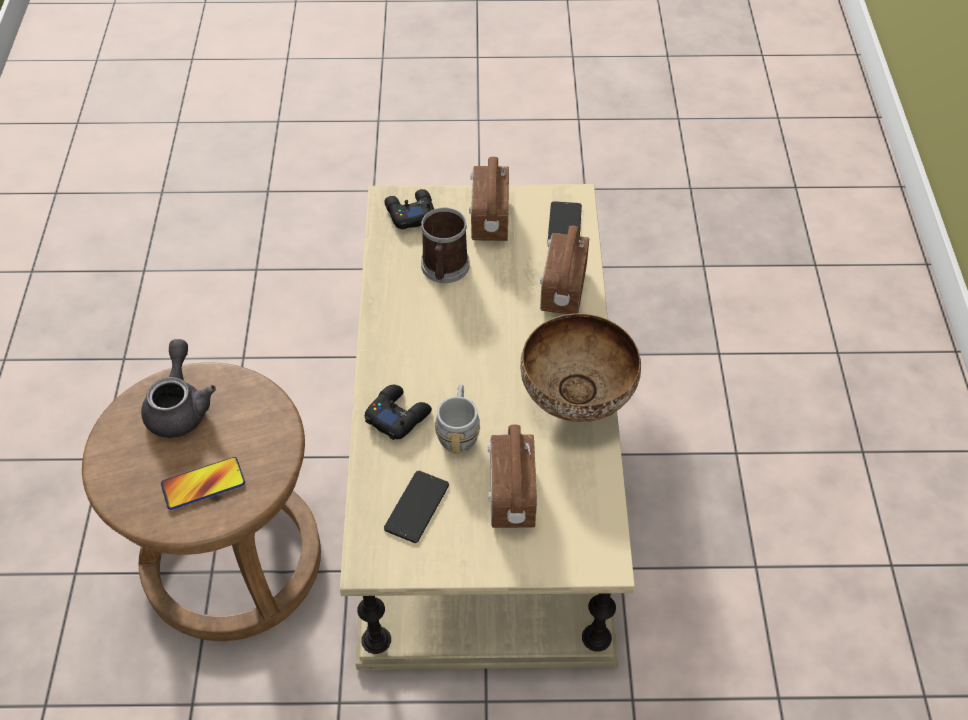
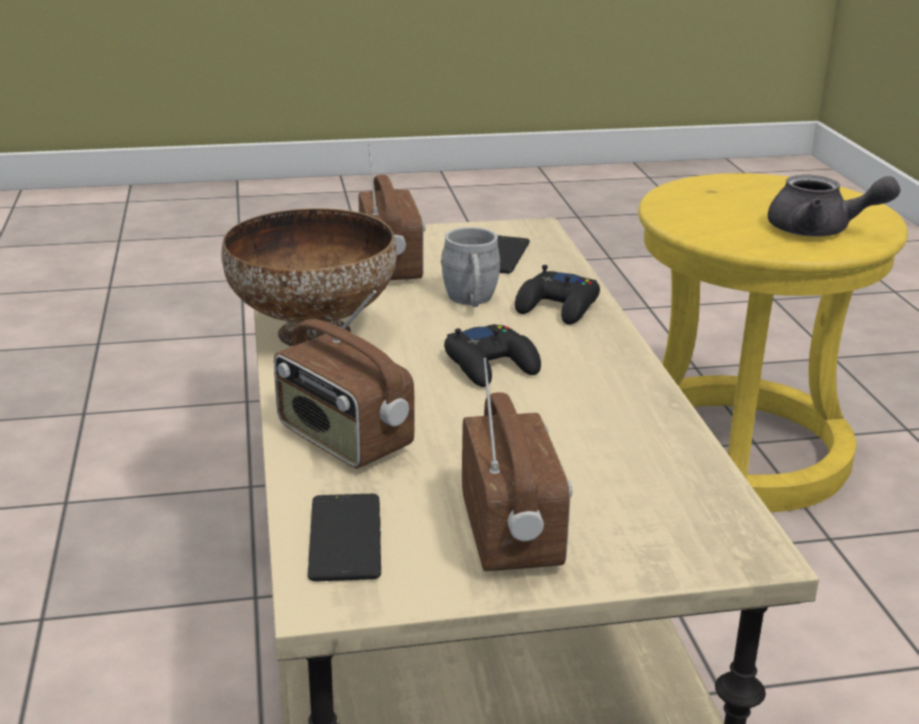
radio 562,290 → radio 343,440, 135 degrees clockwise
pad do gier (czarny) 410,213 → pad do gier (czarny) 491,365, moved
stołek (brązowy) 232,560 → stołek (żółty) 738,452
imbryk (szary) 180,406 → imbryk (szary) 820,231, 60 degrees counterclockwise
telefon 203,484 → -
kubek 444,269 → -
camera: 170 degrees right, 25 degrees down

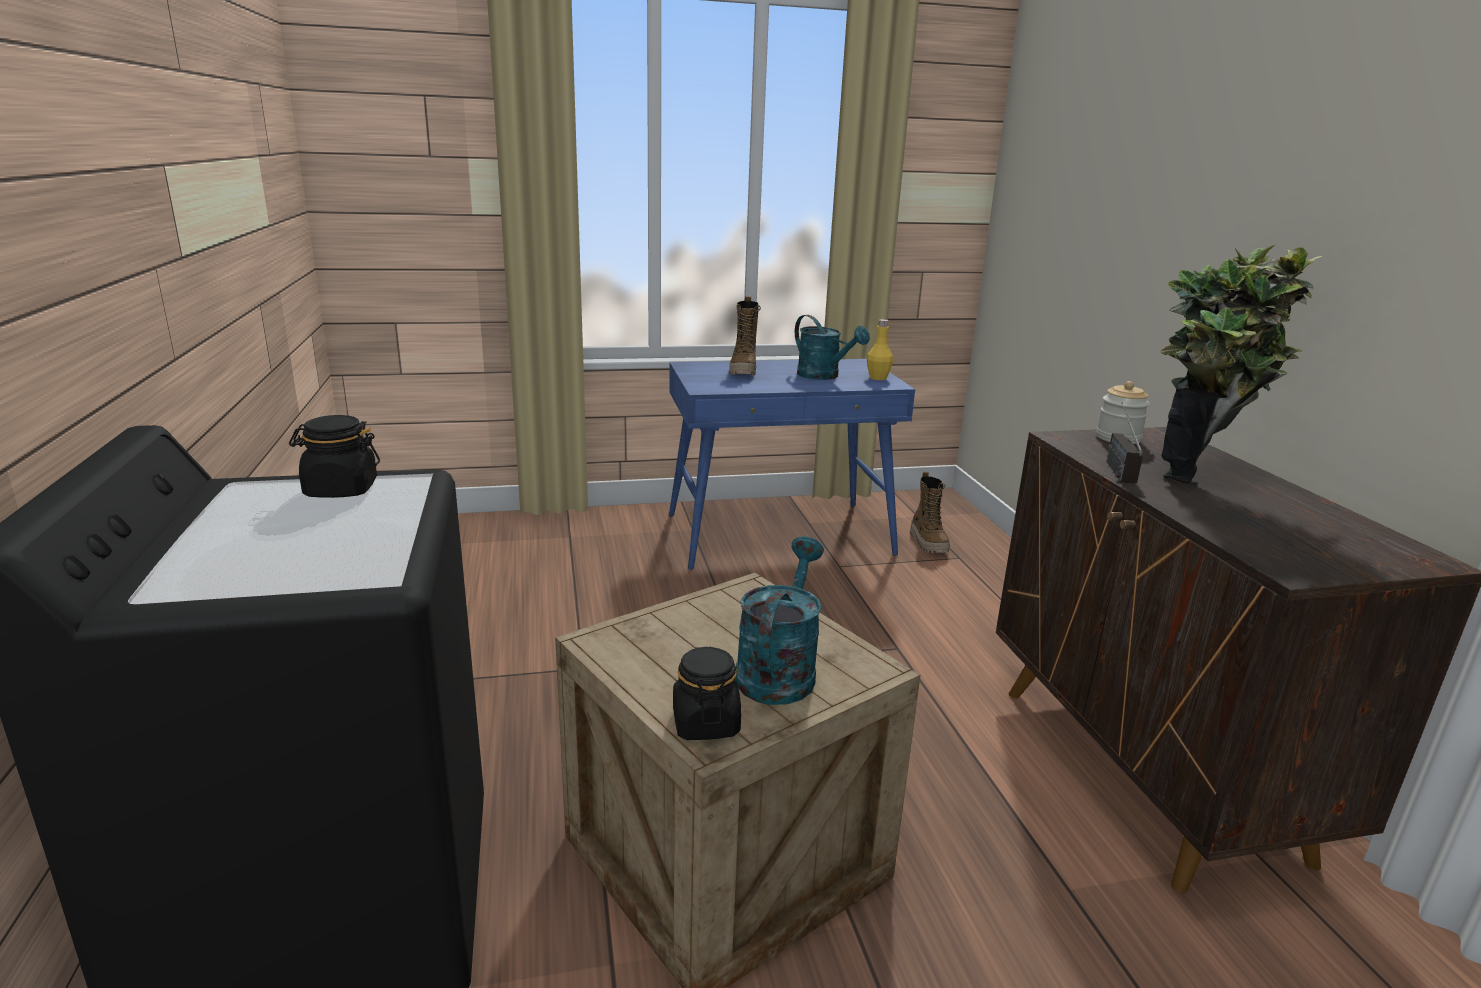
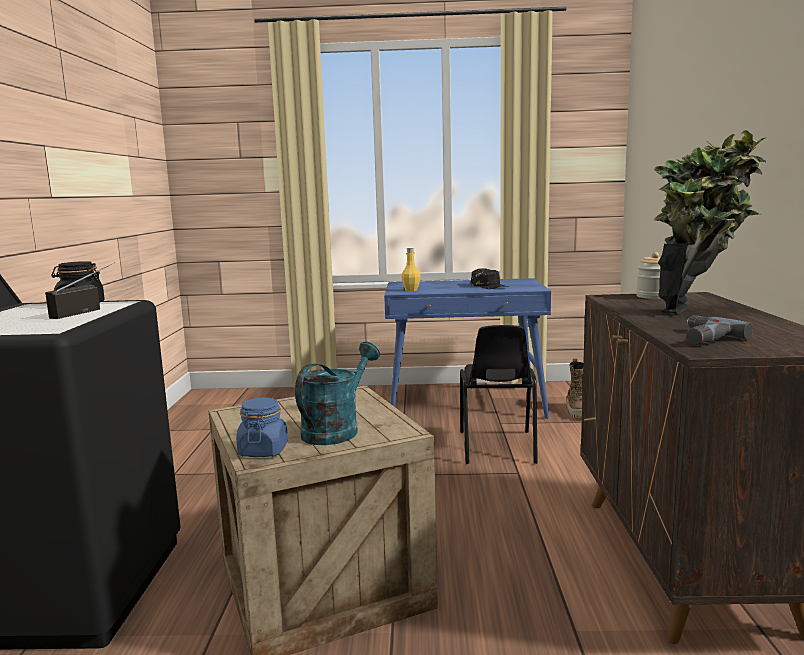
radio 1114,466 → radio 85,311, moved
słoik (czarny) 705,723 → słoik (niebieski) 263,450
butelka (żółty) 878,378 → butelka (żółty) 411,290, moved
- → krzesło (czarny) 496,447
konewka (turkusowy) 824,376 → czapka z daszkiem (czarny) 489,286
- → wiertarka 701,338
but z cholewką 743,371 → -
camera: 15 degrees right, 10 degrees down

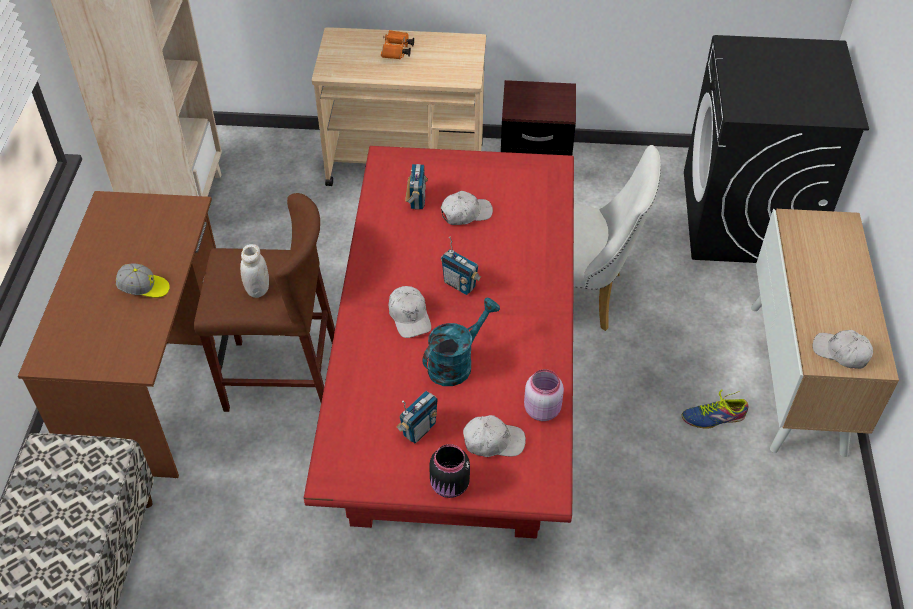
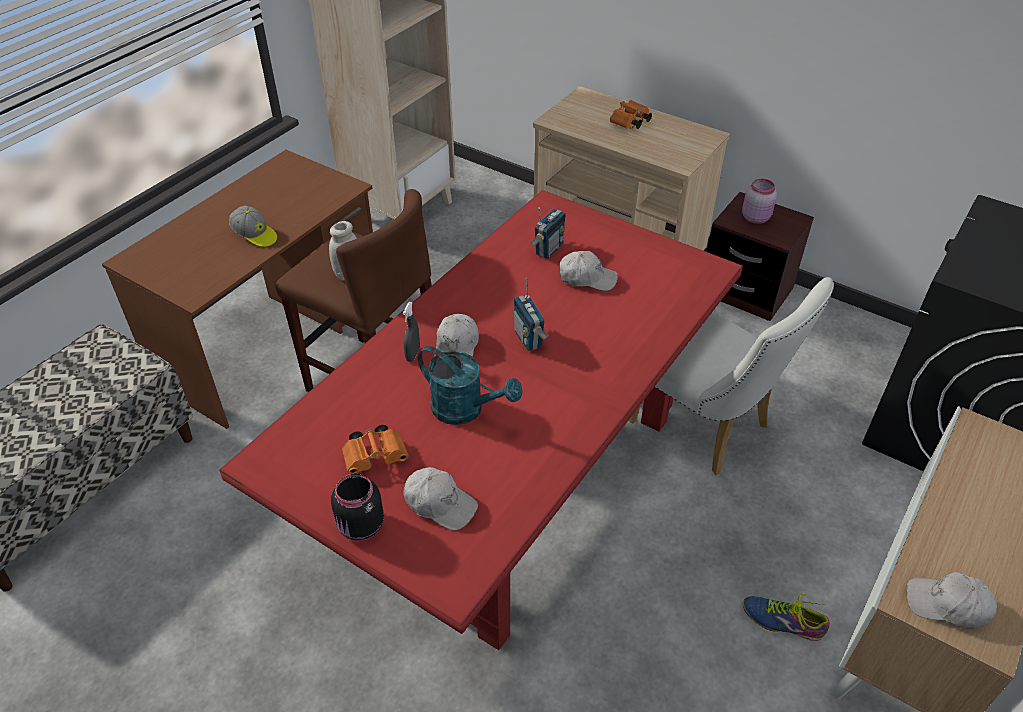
radio 419,429 → lornetka (pomarańczowy) 377,457
- → spryskiwacz (szary) 413,354
konewka (turkusowy) 456,363 → konewka (turkusowy) 466,410, 45 degrees clockwise
słoik (różowy) 542,409 → słoik (różowy) 756,217, moved
czapka z daszkiem (biały) 841,353 → czapka z daszkiem (biały) 947,605, 45 degrees counterclockwise
camera: 30 degrees right, 5 degrees down

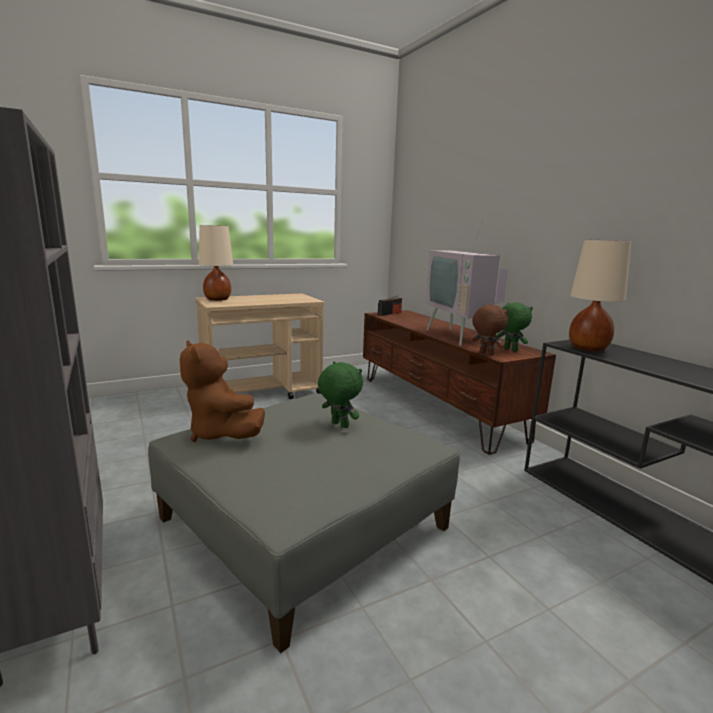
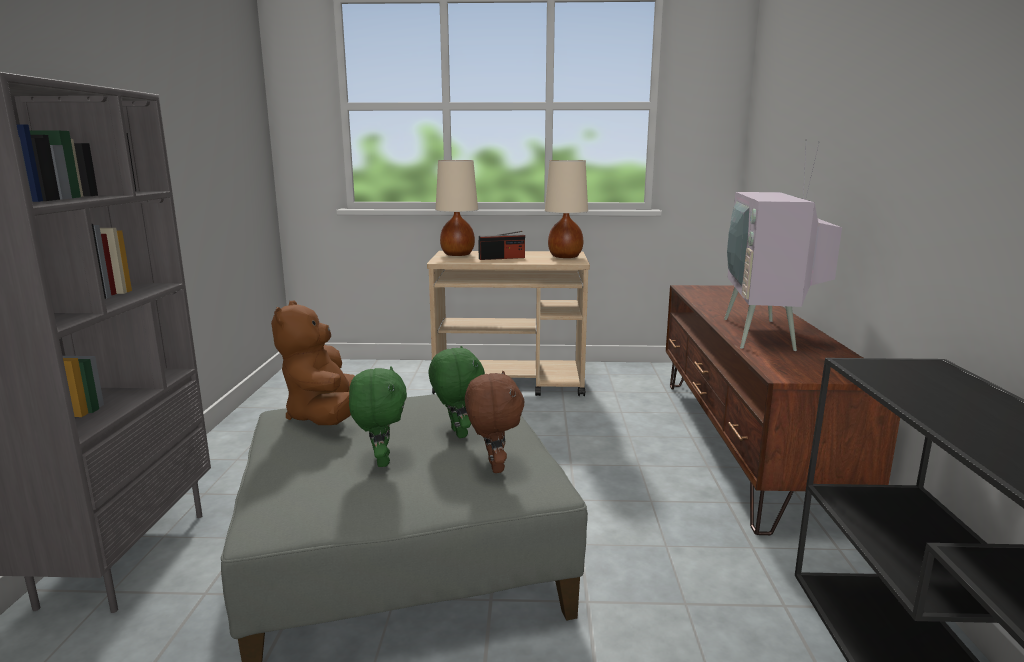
pluszak (zielony) 510,350 → pluszak (zielony) 380,461, moved
pluszak (brązowy) 485,354 → pluszak (brązowy) 493,466, moved
radio 389,313 → radio 502,258, moved
lampa stołowa (beżowy) 587,348 → lampa stołowa (beżowy) 564,257, moved
camera: 30 degrees right, 0 degrees up

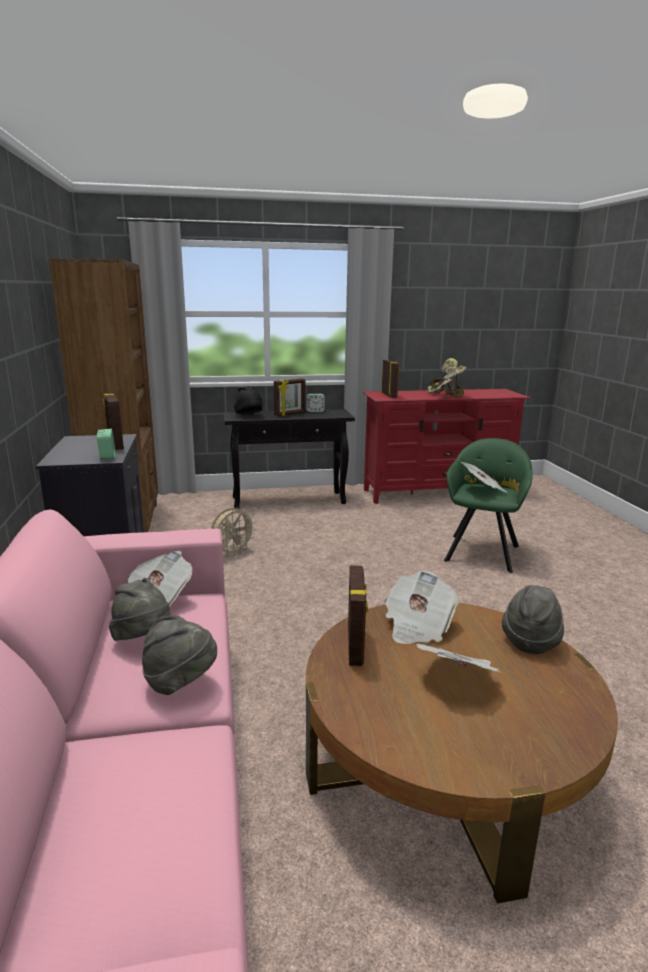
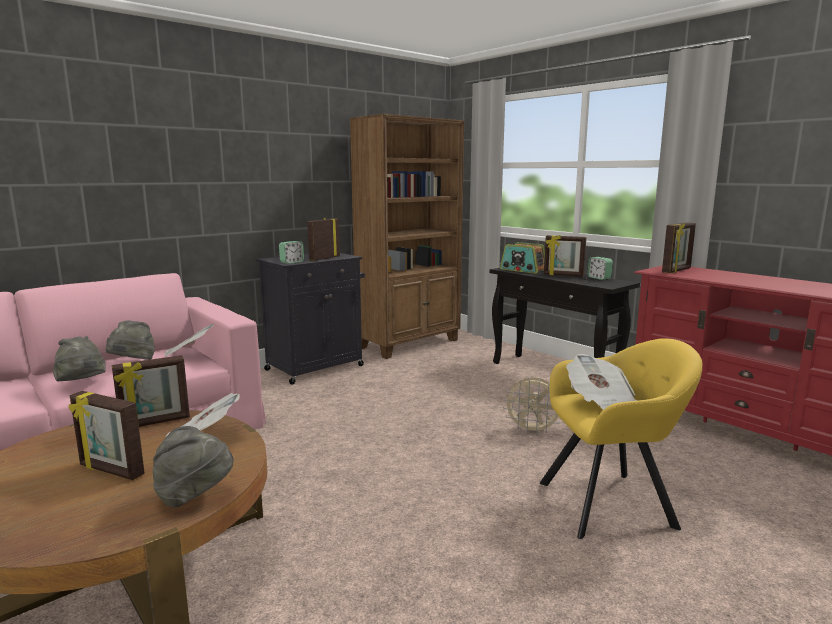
gazeta 459,677 → ramka na zdjęcie 110,471
kapelusz (czarny) 249,416 → radio 523,270
wentylator (beżowy) 232,553 → wentylator (beżowy) 532,431, moved
fotel (zielony) 482,551 → fotel (żółty) 612,503
roślina doniczkowa 446,395 → -
camera: 60 degrees right, 5 degrees down

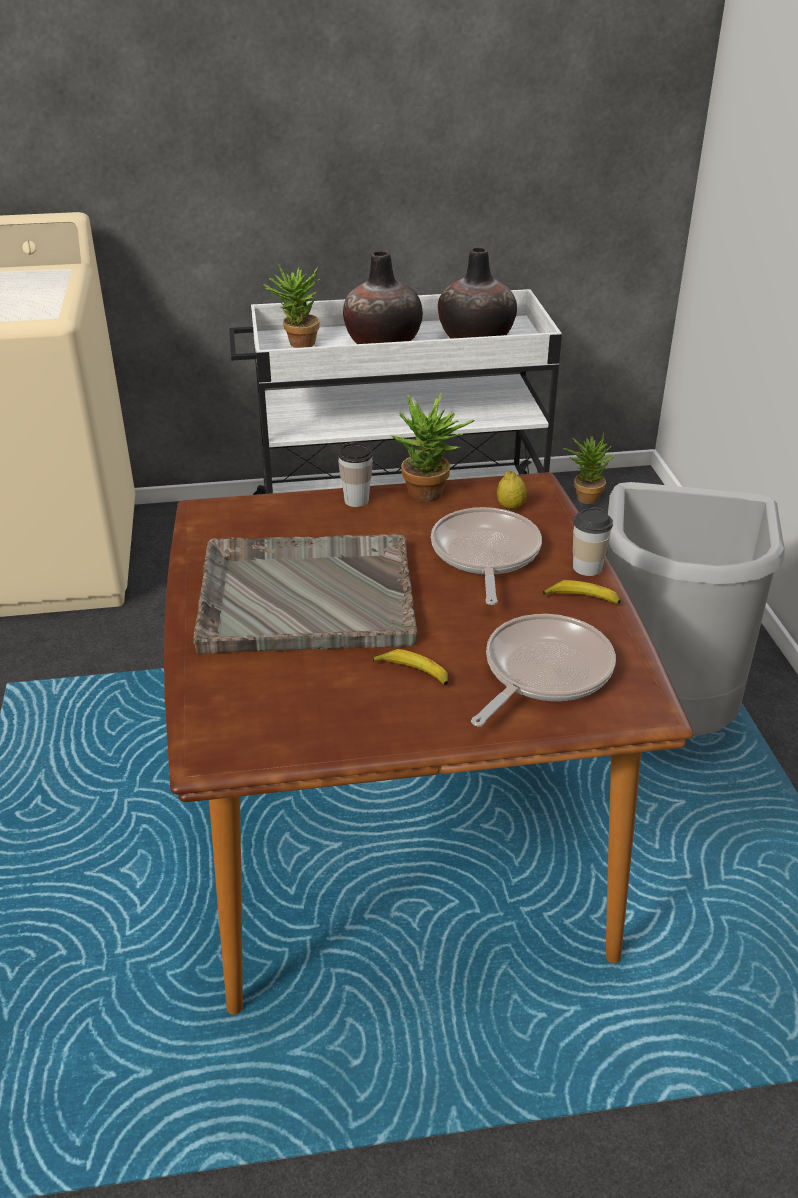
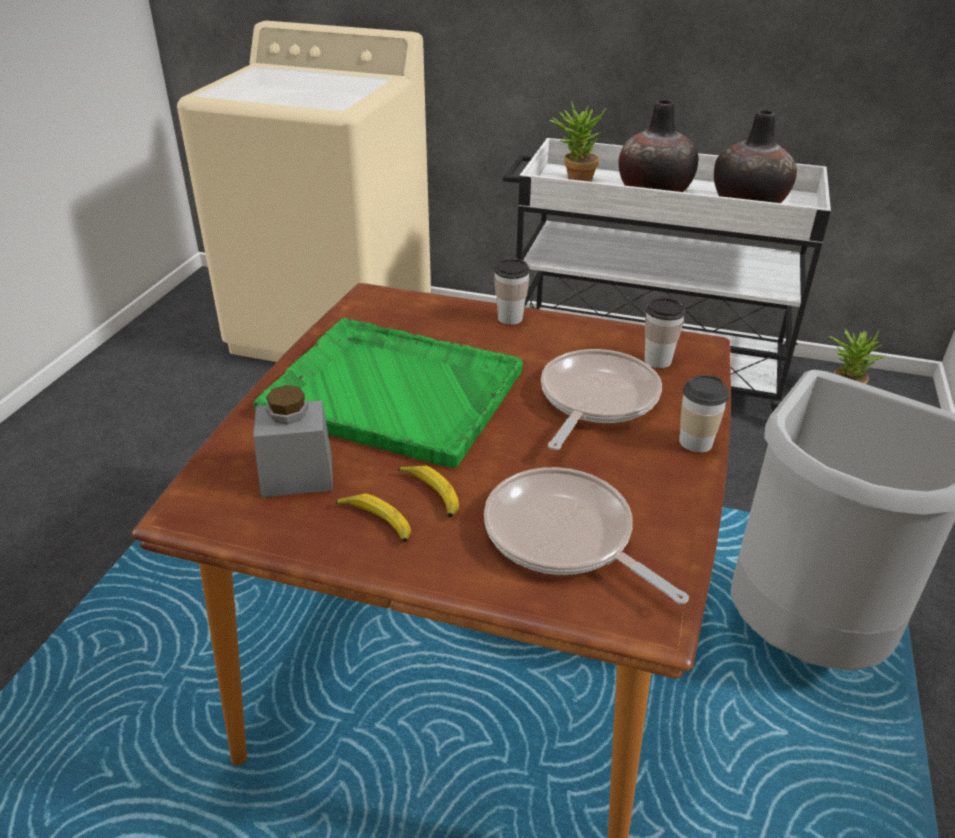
taca (szary) 304,596 → taca (zielony) 391,392
- → słoik (szary) 297,476
banan 582,599 → banan 376,522, moved
patelnia 543,672 → patelnia 564,537, 105 degrees counterclockwise
cytryna 510,507 → filiżanka 657,361
roślina doniczkowa 430,496 → -
camera: 25 degrees right, 0 degrees up

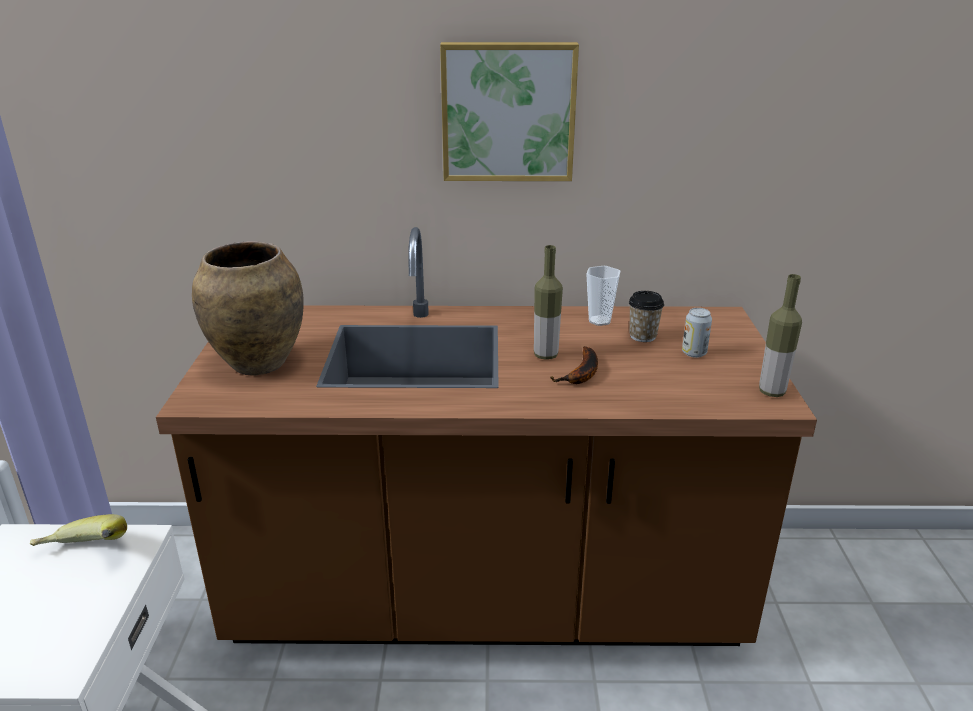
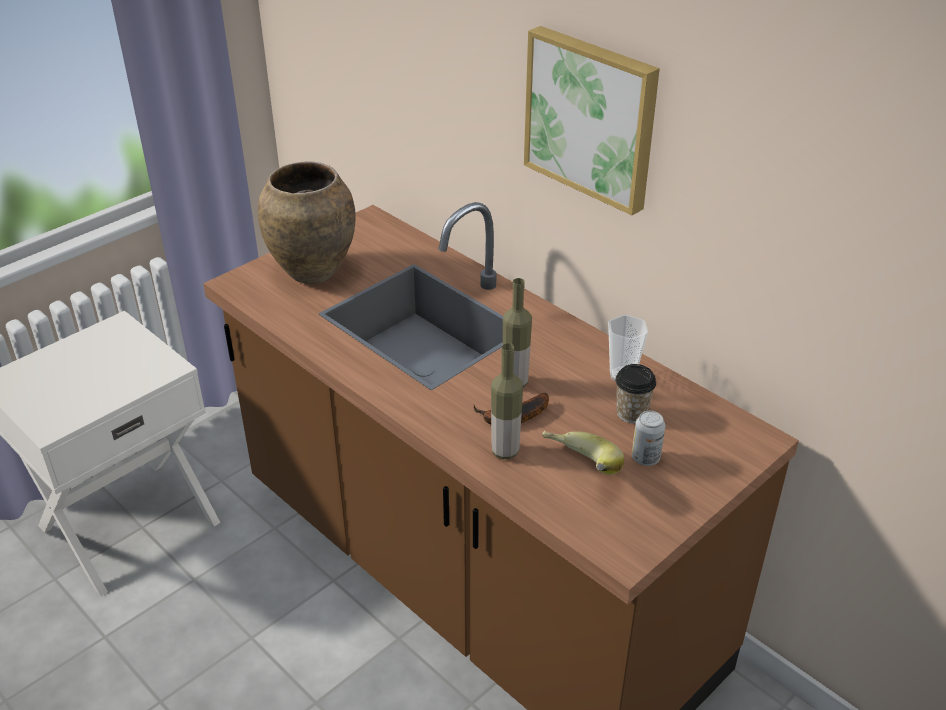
butelka 771,392 → butelka 505,451, moved
banan 84,556 → banan 578,470, moved
camera: 45 degrees right, 10 degrees up

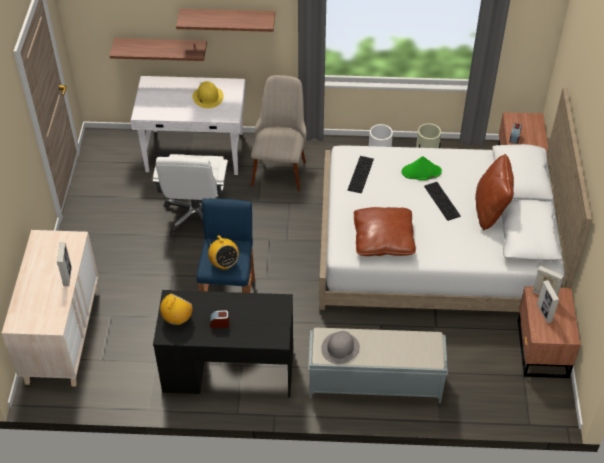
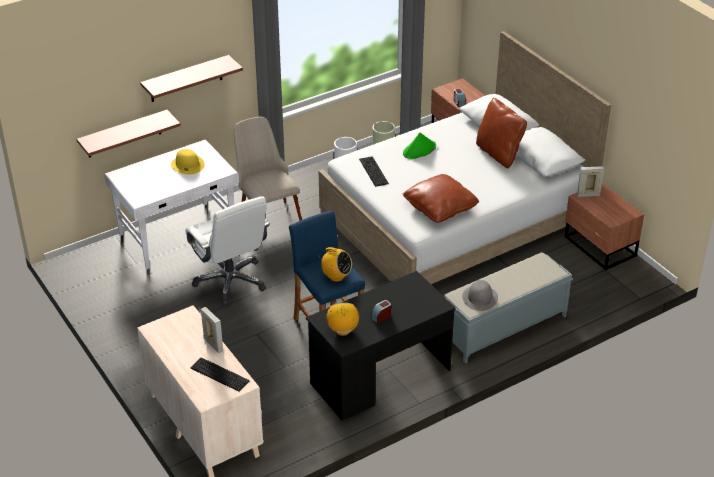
klawiatura 442,201 → klawiatura 219,374, moved
ramka na zdjęcie 544,313 → -
camera: 35 degrees left, 10 degrees down

